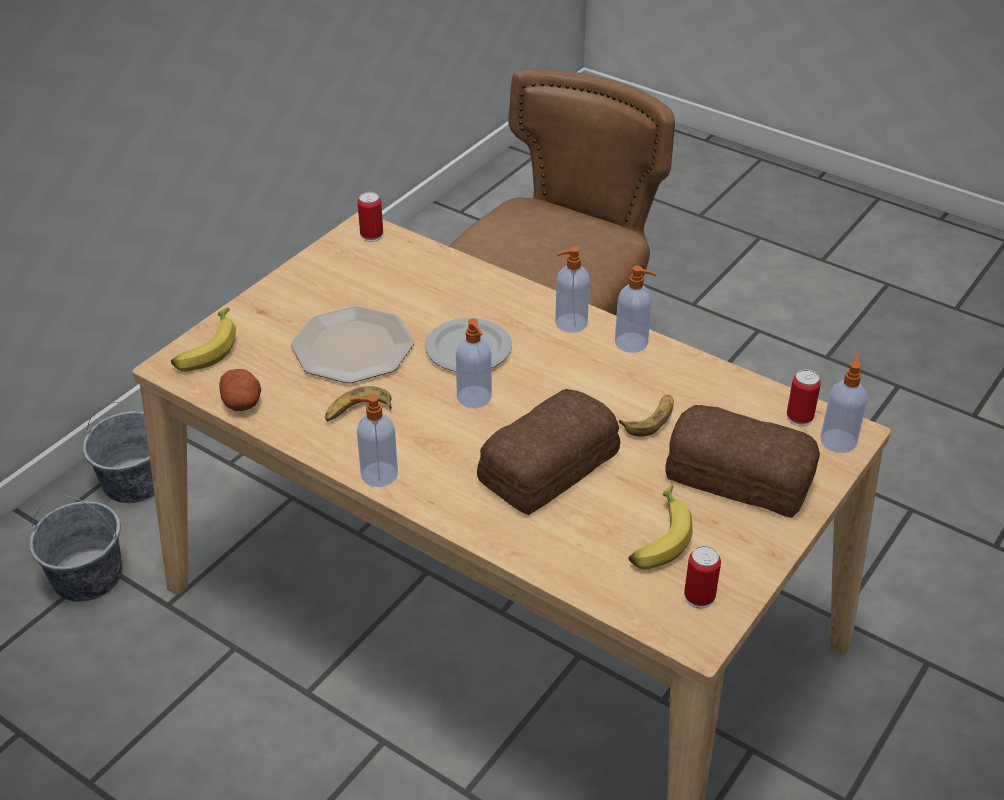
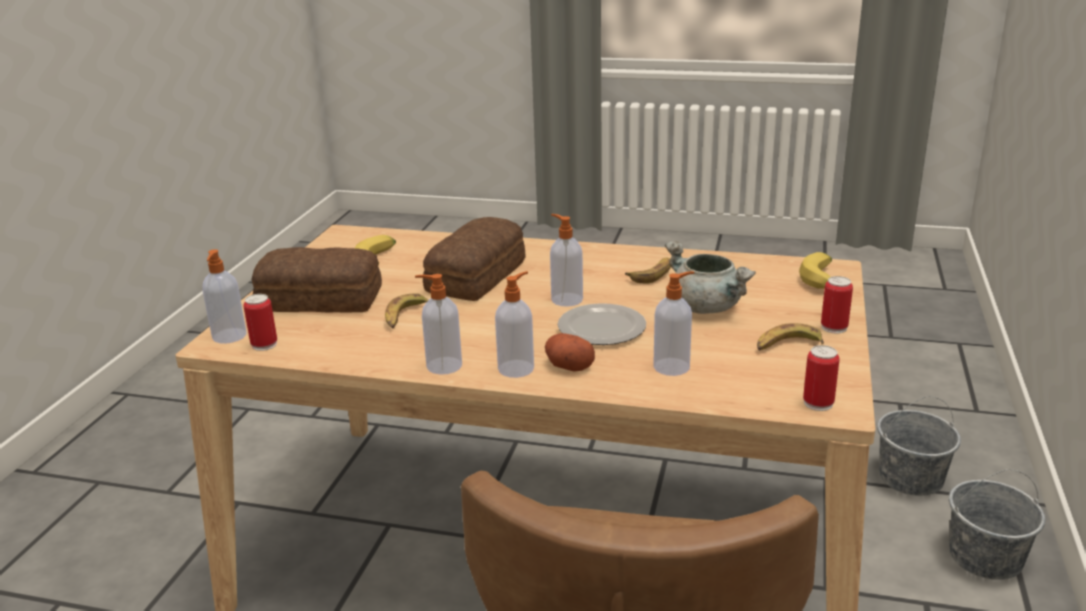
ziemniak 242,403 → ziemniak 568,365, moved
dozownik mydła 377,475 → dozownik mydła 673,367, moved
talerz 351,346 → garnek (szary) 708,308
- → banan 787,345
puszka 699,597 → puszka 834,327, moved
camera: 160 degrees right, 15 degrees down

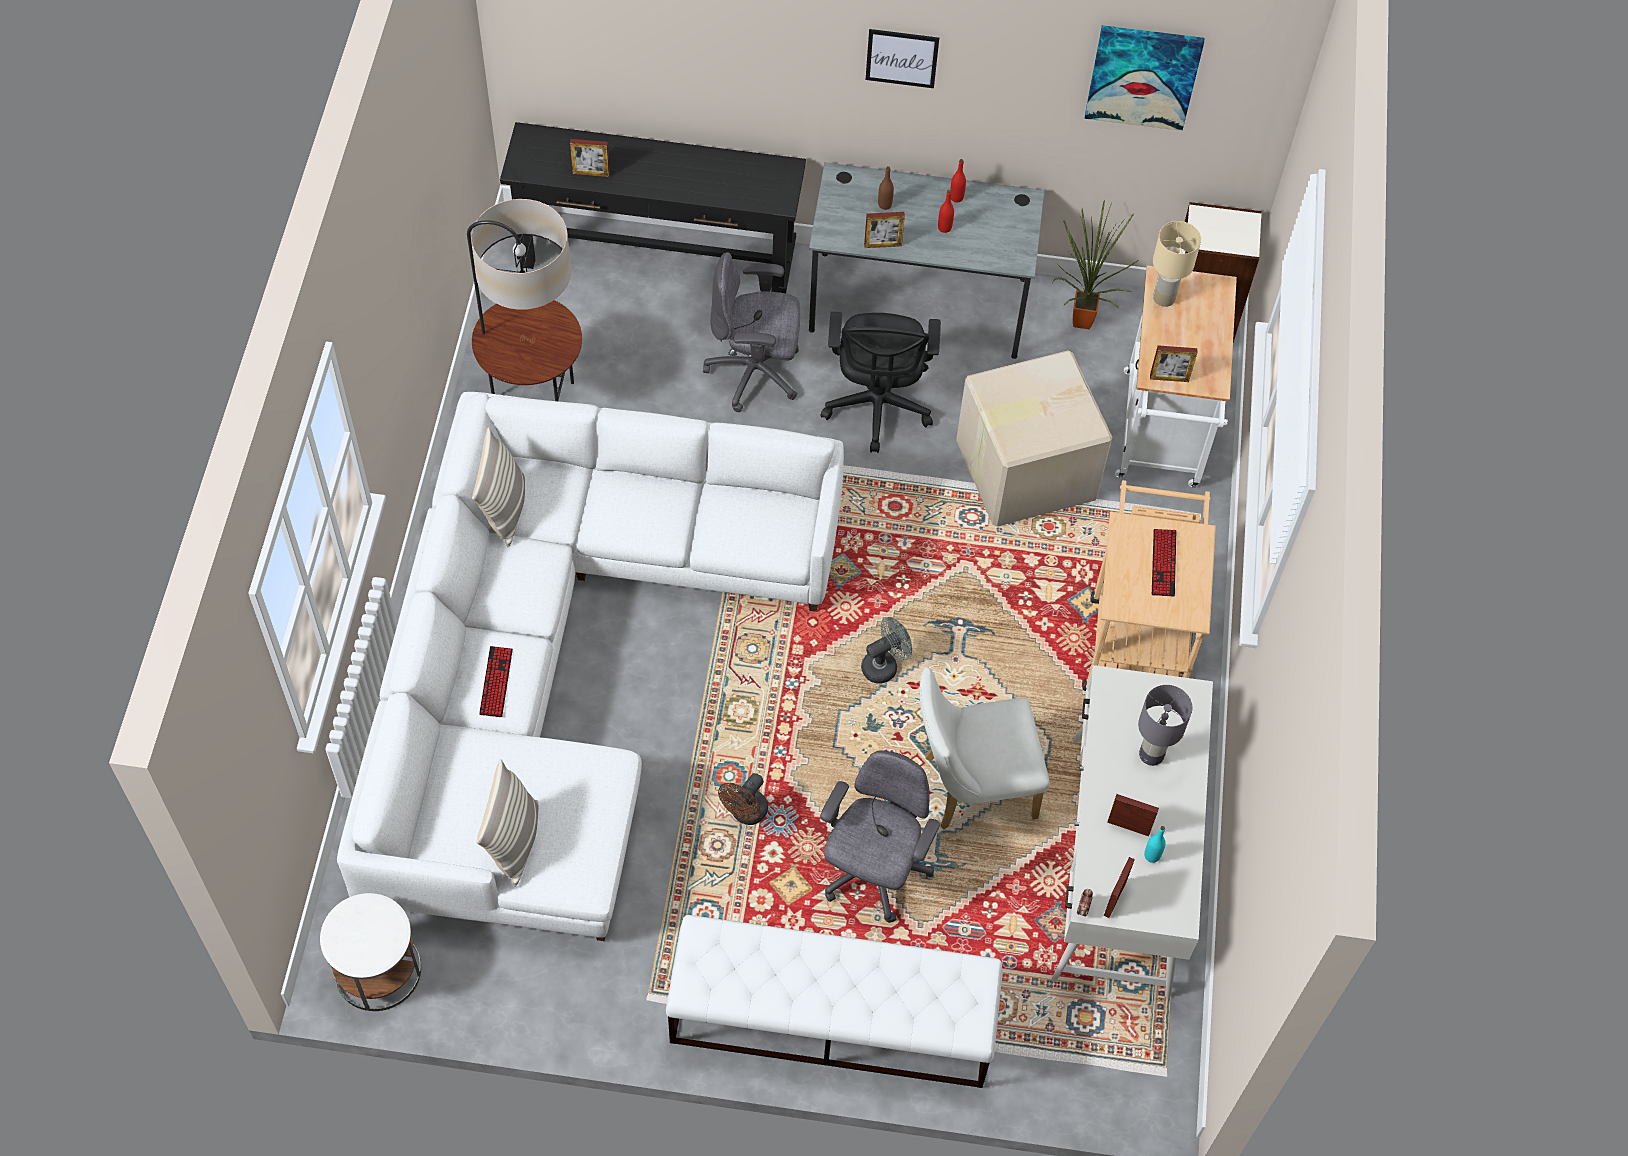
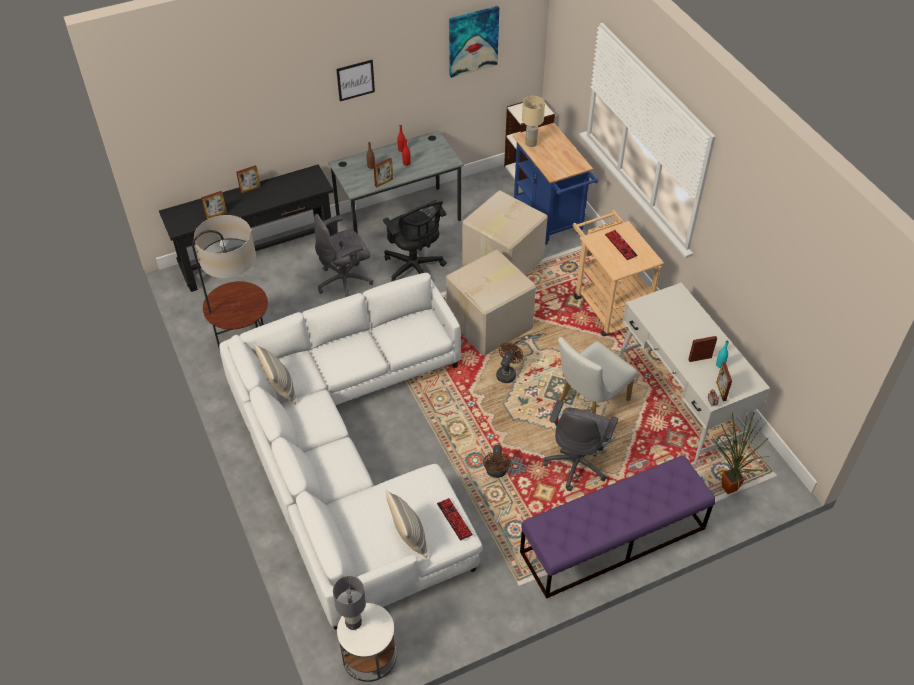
ramka na zdjęcie 1169,378 → ramka na zdjęcie 250,189, moved
lampa stołowa (szary) 1151,755 → lampa stołowa (szary) 354,623, moved
klawiatura 496,682 → klawiatura 454,519, moved
- → karton 491,324
wentylator (szary) 884,665 → wentylator (brązowy) 507,373
wózek (biały) 1160,437 → wózek (niebieski) 549,221
ławka (biały) 830,1019 → ławka (fioletowy) 612,540
krzesło biurowe (szary) 873,871 → krzesło biurowe (szary) 577,464, 150 degrees counterclockwise
roślina doniczkowa 1078,320 → roślina doniczkowa 726,489, moved
camera: 30 degrees left, 10 degrees down

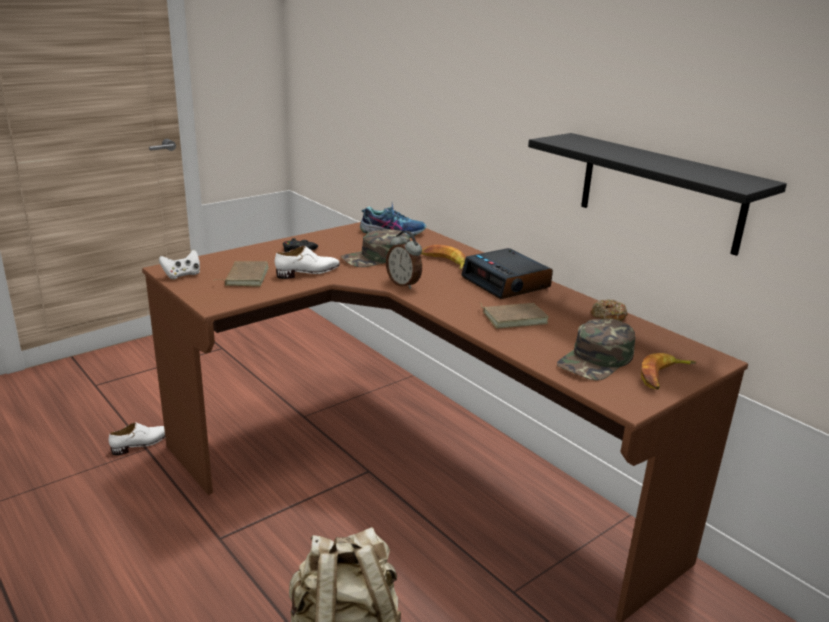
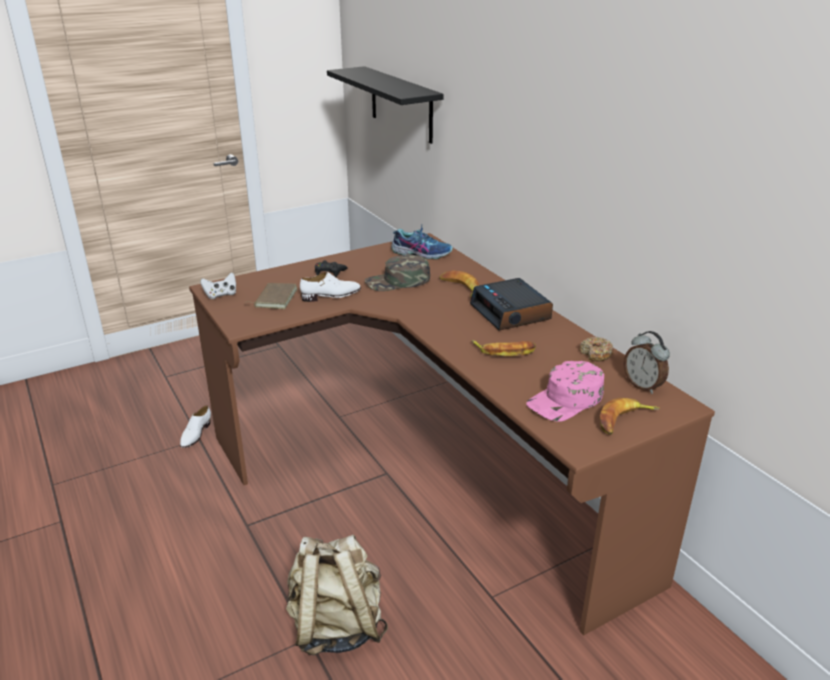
but (biały) 141,444 → but (biały) 195,434, 135 degrees clockwise
półka (czarny) 660,192 → półka (czarny) 401,104, moved
książka (brązowy) 514,318 → banan 504,351
czapka z daszkiem (zielony) 596,360 → czapka z daszkiem (różowy) 566,400
budzik 404,284 → budzik 643,386, moved
camera: 10 degrees right, 5 degrees up

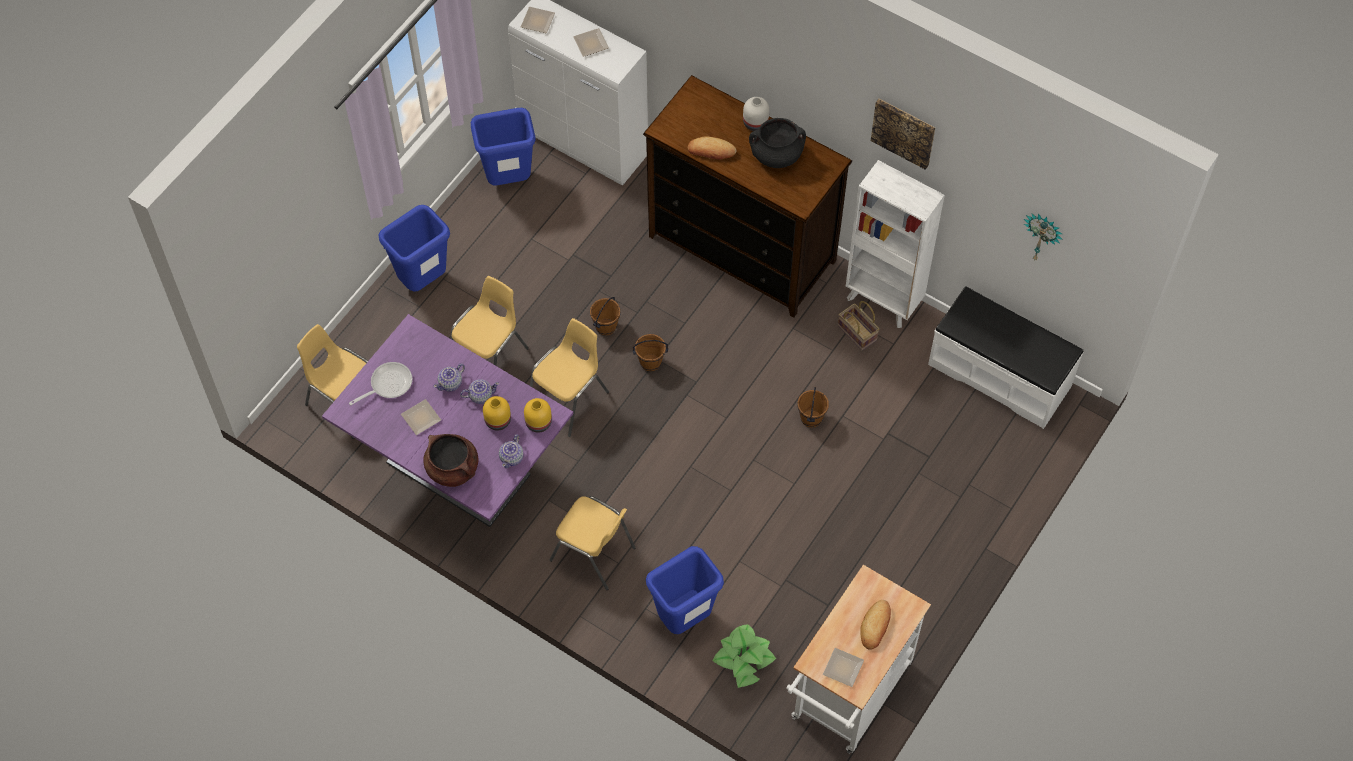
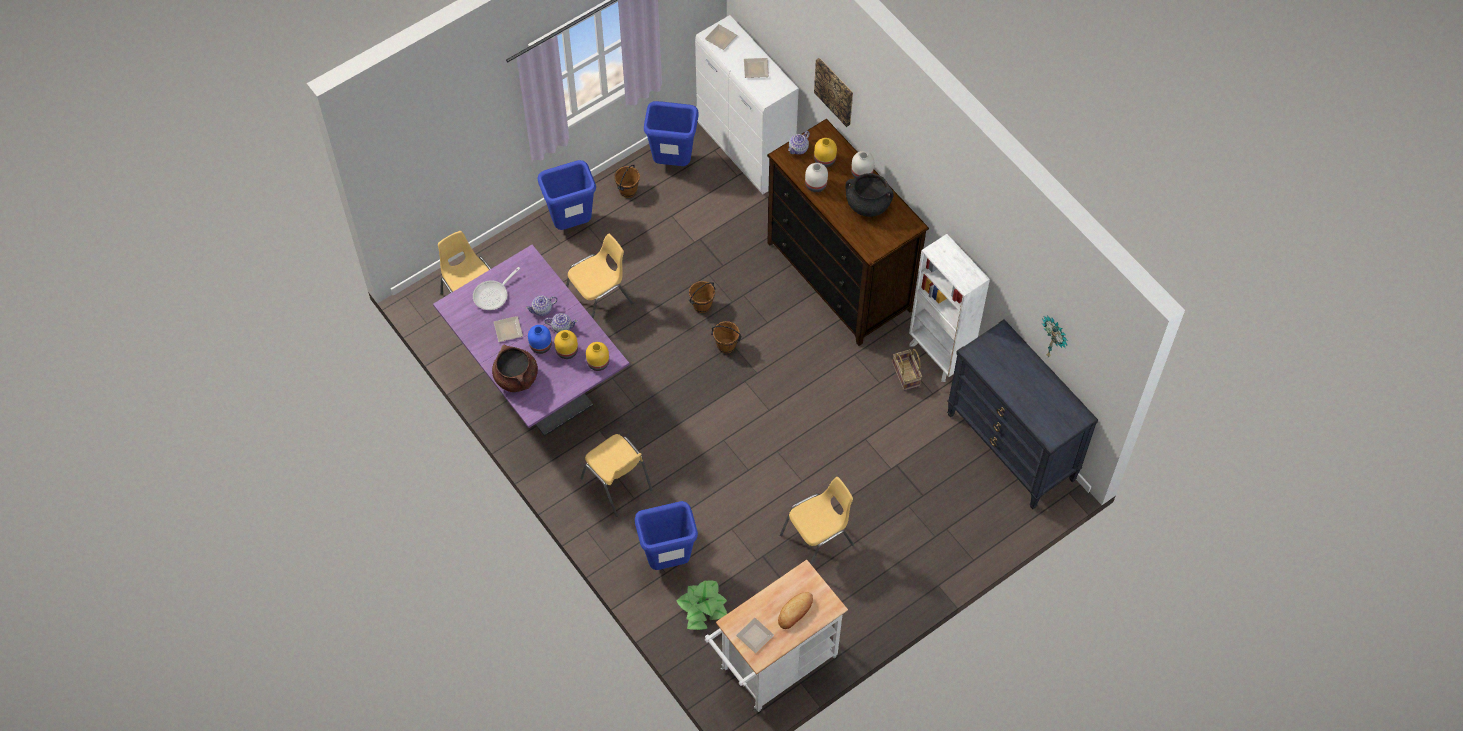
patelnia 388,384 → patelnia 493,295, 150 degrees clockwise
- → wazon (niebieski) 540,345
wiadro (brązowy) 811,418 → wiadro (brązowy) 628,191, moved
krzesło (żółty) 569,399 → krzesło (żółty) 818,540, moved
imbryk 512,457 → imbryk 798,148, moved
chleb 711,151 → wazon (biały) 816,185
obraz 903,132 → obraz 835,91, moved
- → wazon (żółty) 825,160
ławka (biały) 1000,374 → komoda (czarny) 1011,447
camera: 20 degrees right, 0 degrees up

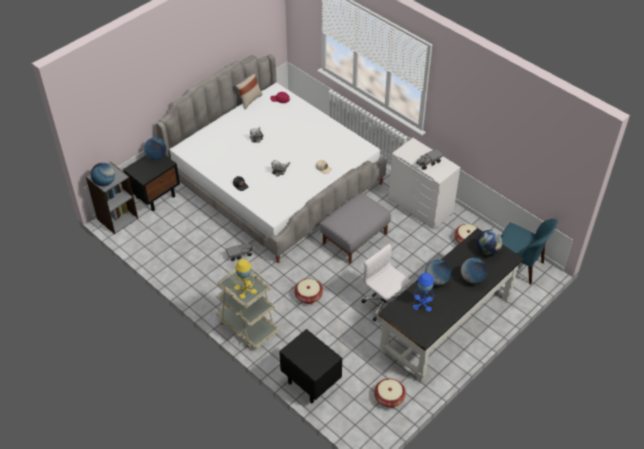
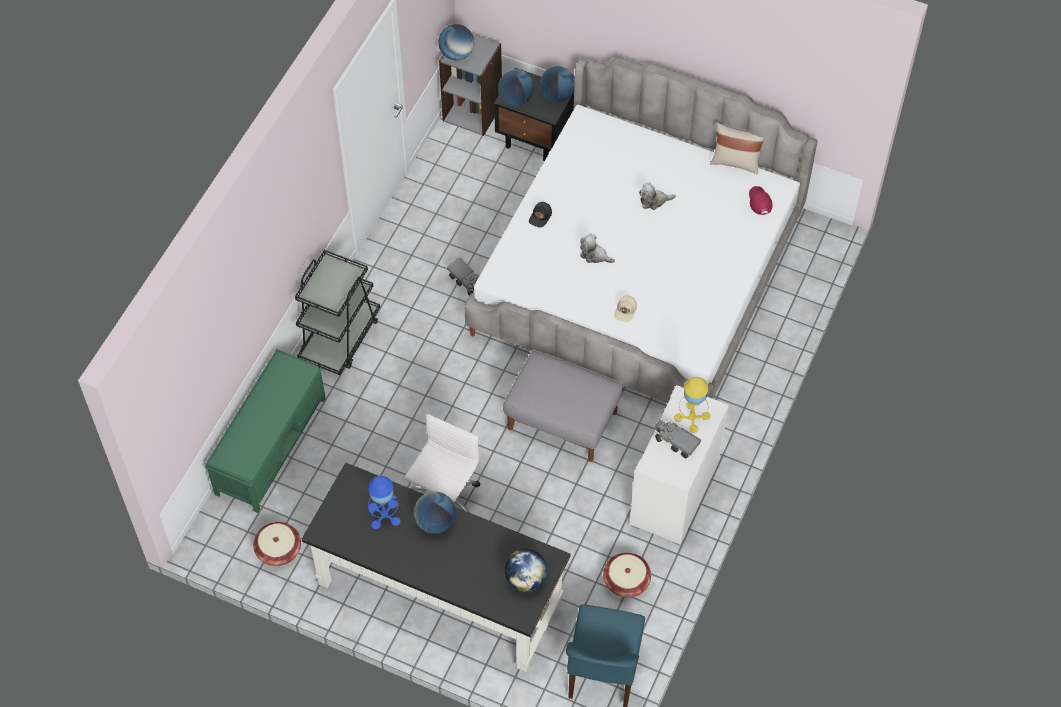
szafka nocna (czarny) 310,382 → ławka (zielony) 271,445
wózek (beżowy) 247,326 → wózek (czarny) 340,338
globus 472,278 → globus 516,99, moved
lampa stołowa (żółty) 245,289 → lampa stołowa (żółty) 692,417, moved
koszyk 308,296 → -
camera: 70 degrees right, 10 degrees up

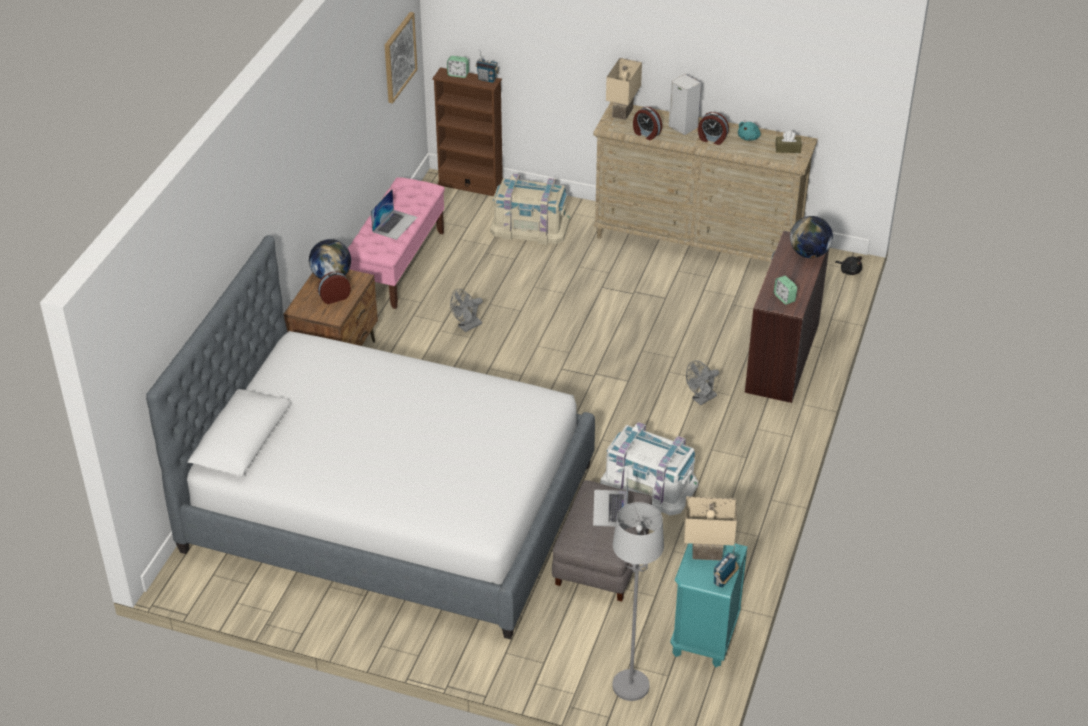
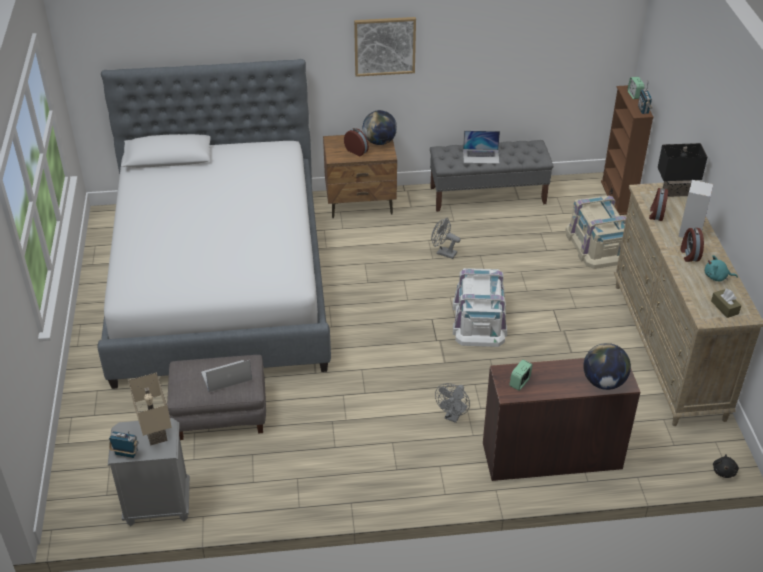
szafka nocna (turkusowy) 704,638 → szafka nocna (szary) 158,506
obraz 399,57 → obraz 384,46, moved
ławka (różowy) 398,264 → ławka (szary) 488,195
wentylator (szary) 701,399 → wentylator (szary) 453,416, 90 degrees counterclockwise
pojemnik do przechowywania (biały) 649,484 → pojemnik do przechowywania (biały) 479,320, moved
lampa stołowa (beżowy) 623,113 → lampa stołowa (czarny) 675,193
lampa stojąca (szary) 631,686 → -
camera: 65 degrees right, 0 degrees up

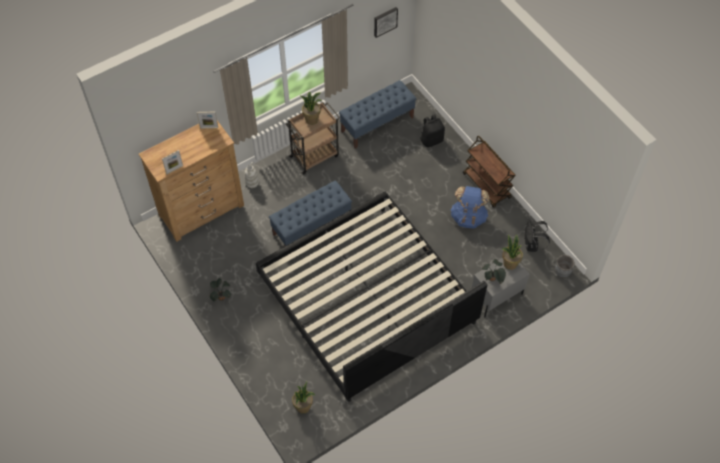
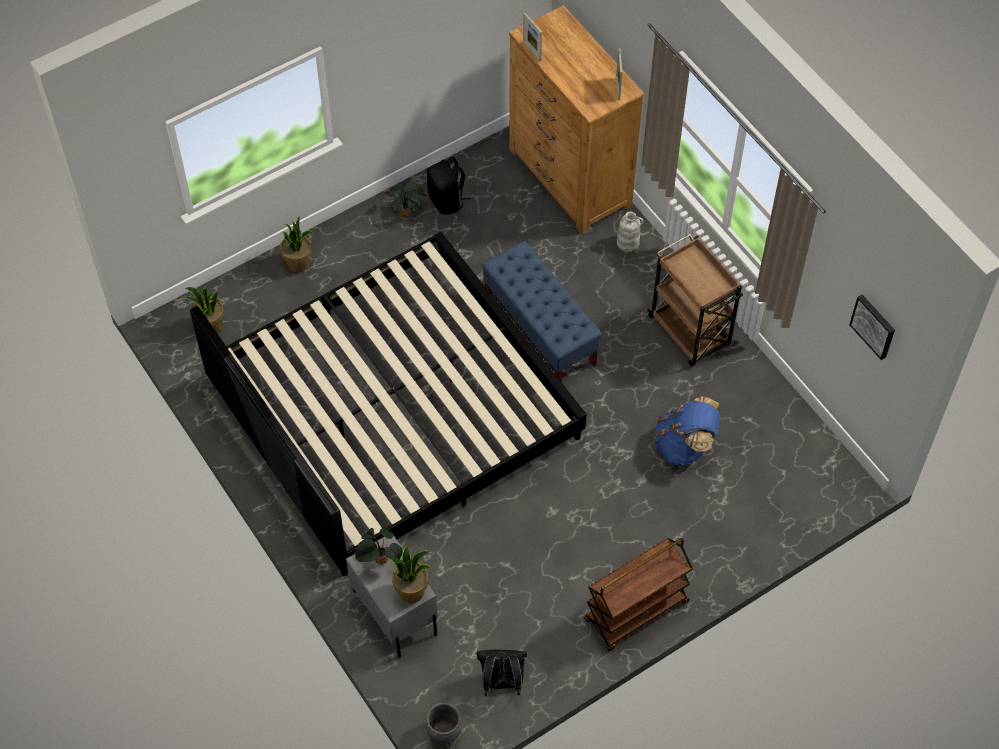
roślina doniczkowa 312,119 → roślina doniczkowa 298,264, moved
plecak (czarny) 431,140 → plecak (czarny) 447,201, moved
plecak (niebieski) 468,217 → plecak (niebieski) 684,446, moved
ławka (niebieski) 377,124 → -
camera: 90 degrees right, 0 degrees up

